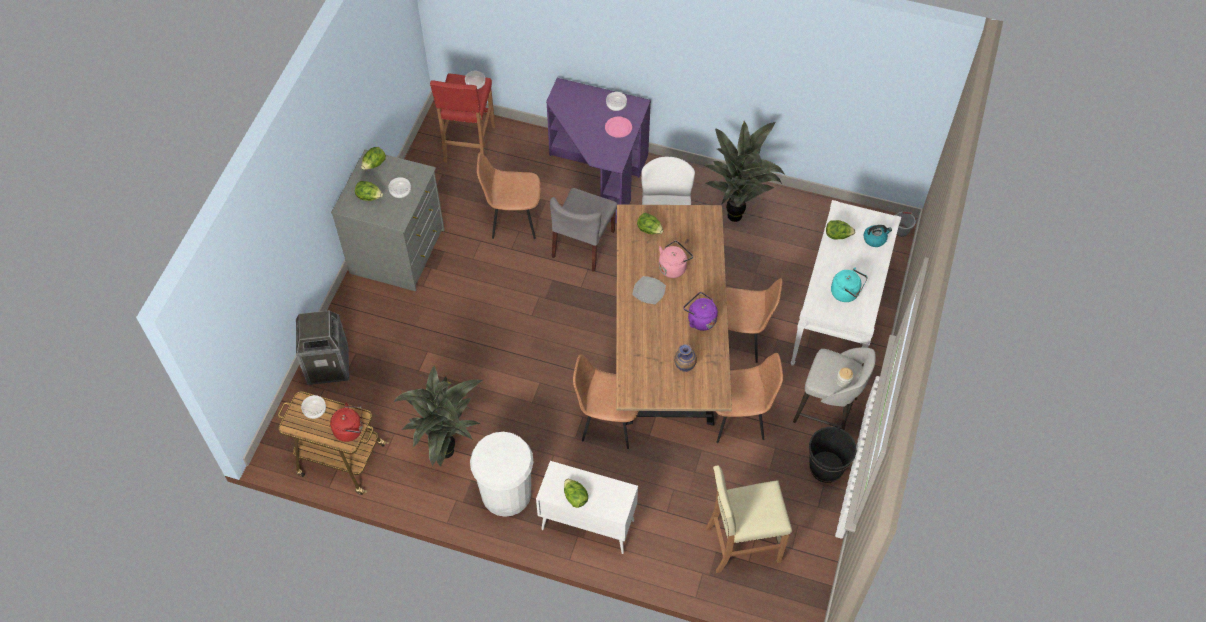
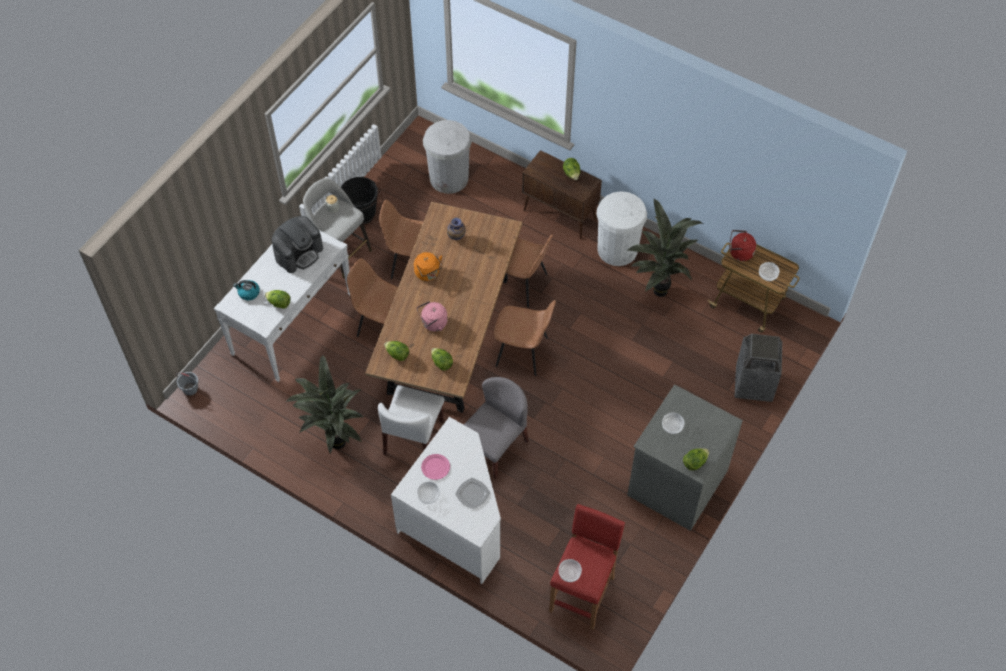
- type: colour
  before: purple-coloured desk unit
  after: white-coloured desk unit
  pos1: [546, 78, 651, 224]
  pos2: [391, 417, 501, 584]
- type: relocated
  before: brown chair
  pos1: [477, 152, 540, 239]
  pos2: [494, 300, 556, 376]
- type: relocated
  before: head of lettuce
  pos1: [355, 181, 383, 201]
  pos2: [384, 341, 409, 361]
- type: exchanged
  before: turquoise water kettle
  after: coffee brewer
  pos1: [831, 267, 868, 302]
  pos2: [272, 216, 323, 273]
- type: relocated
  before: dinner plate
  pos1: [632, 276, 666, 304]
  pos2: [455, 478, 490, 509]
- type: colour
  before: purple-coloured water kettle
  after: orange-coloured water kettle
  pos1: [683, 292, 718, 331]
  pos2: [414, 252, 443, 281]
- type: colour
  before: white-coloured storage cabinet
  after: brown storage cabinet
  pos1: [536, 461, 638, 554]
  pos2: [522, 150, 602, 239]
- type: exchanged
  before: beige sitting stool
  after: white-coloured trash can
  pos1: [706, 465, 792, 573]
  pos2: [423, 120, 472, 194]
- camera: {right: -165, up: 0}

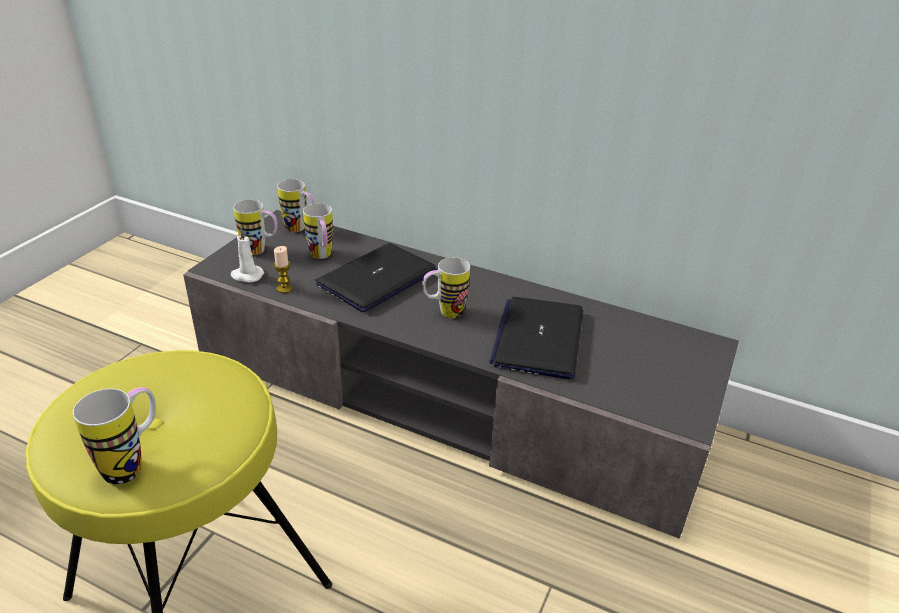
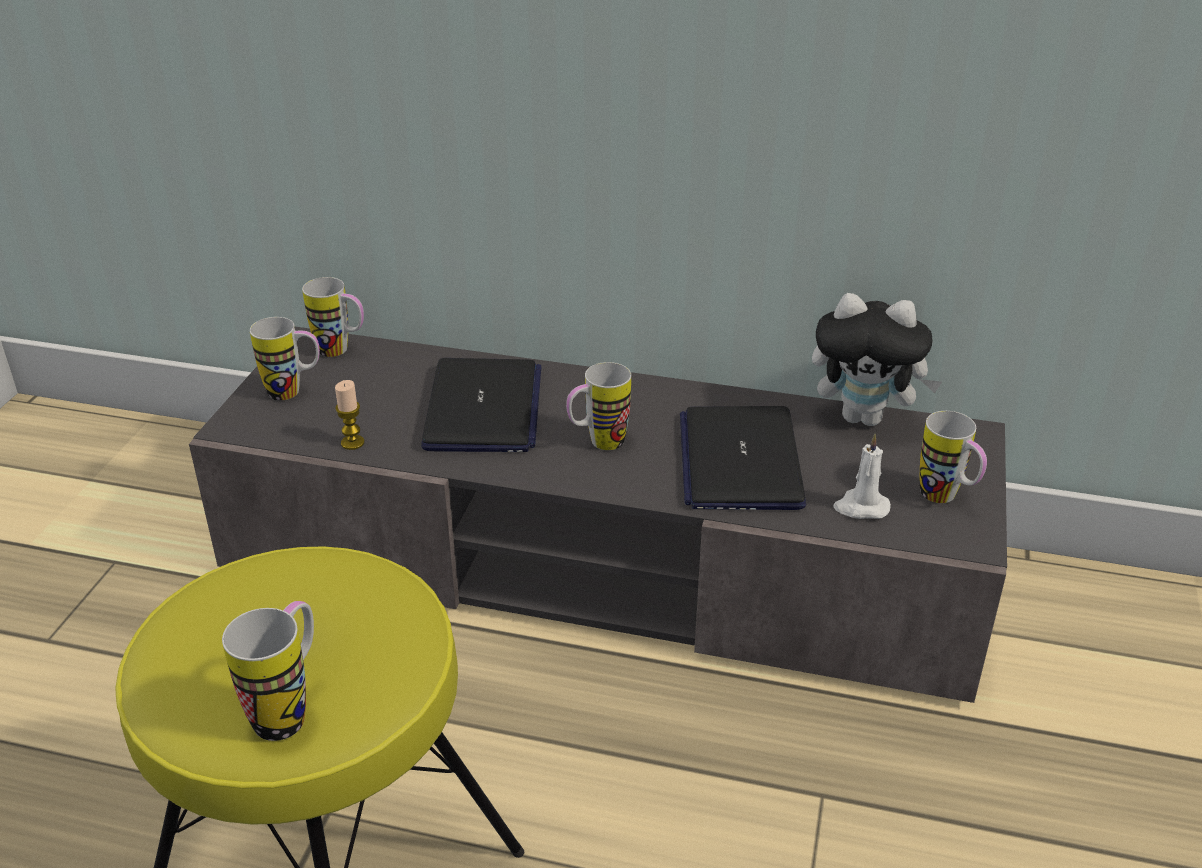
- type: relocated
  before: tea mug
  pos1: [303, 203, 333, 259]
  pos2: [920, 411, 987, 503]
- type: relocated
  before: white-coloured candle
  pos1: [231, 228, 264, 283]
  pos2: [833, 434, 891, 519]
- type: spun
  before: portable computer
  pos1: [315, 243, 437, 312]
  pos2: [421, 358, 541, 452]
  turn: 150
- type: appeared
  after: cuddly toy
  pos2: [812, 293, 942, 426]
- camera: {right: -10, up: 0}

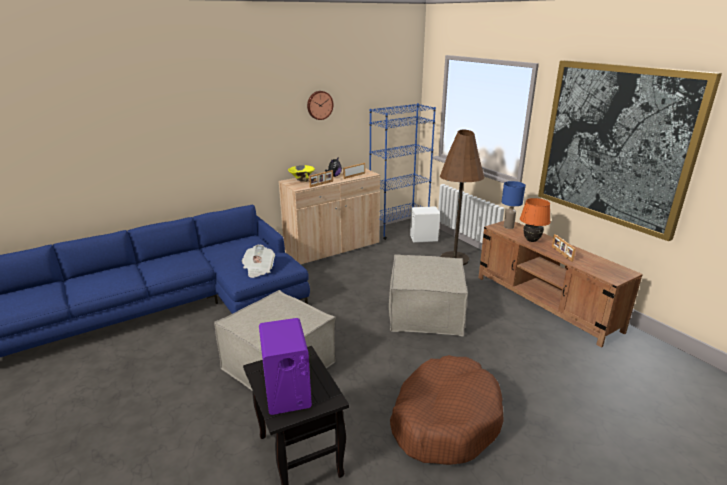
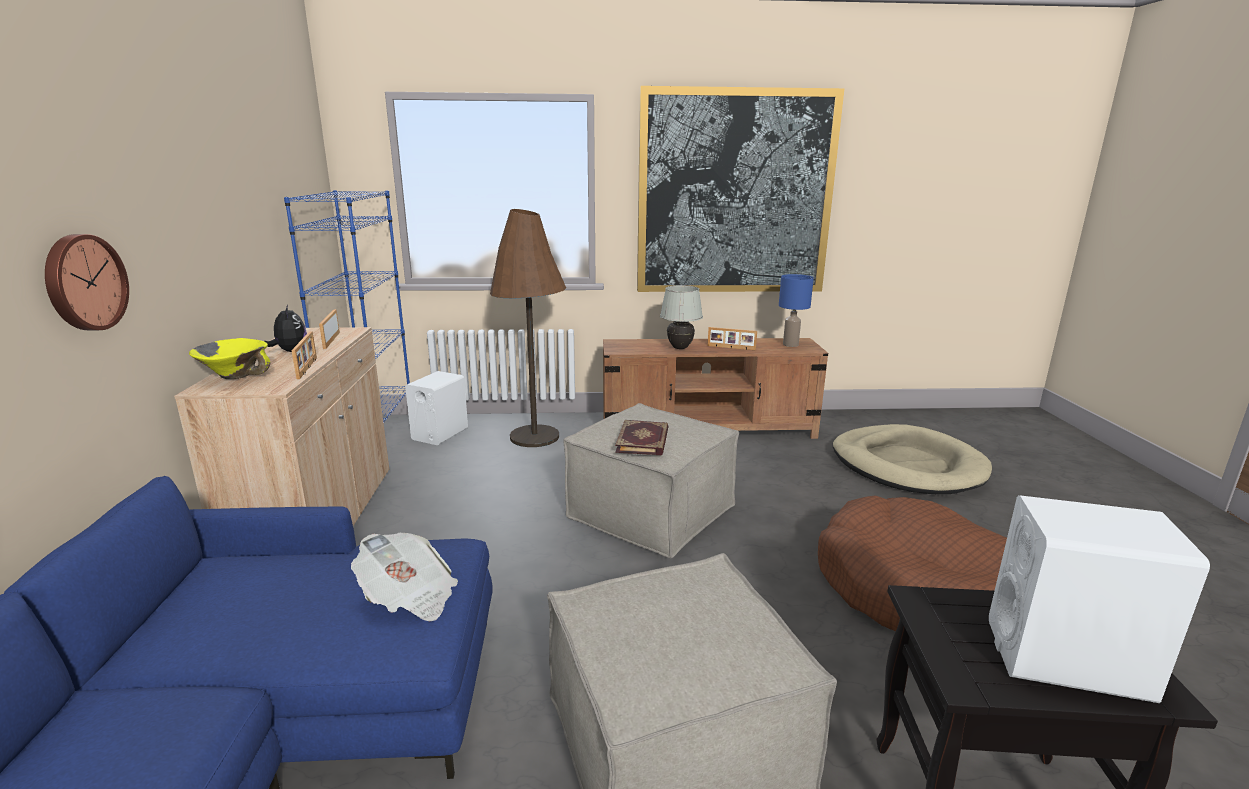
- type: relocated
  before: hanging clock
  pos1: [307, 91, 333, 120]
  pos2: [45, 234, 129, 330]
- type: relocated
  before: bluish tabletop lamp
  pos1: [502, 181, 525, 229]
  pos2: [779, 274, 814, 347]
- type: colour
  before: orange-coloured tabletop lamp
  after: white-coloured tabletop lamp
  pos1: [520, 198, 551, 242]
  pos2: [660, 285, 703, 349]
- type: colour
  before: purple-coloured loudspeaker
  after: white-coloured loudspeaker
  pos1: [259, 318, 312, 415]
  pos2: [989, 495, 1210, 703]
- type: appeared
  after: volume
  pos2: [615, 420, 669, 456]
- type: appeared
  after: beige pet bed
  pos2: [833, 424, 992, 494]
- camera: {right: -60, up: -5}

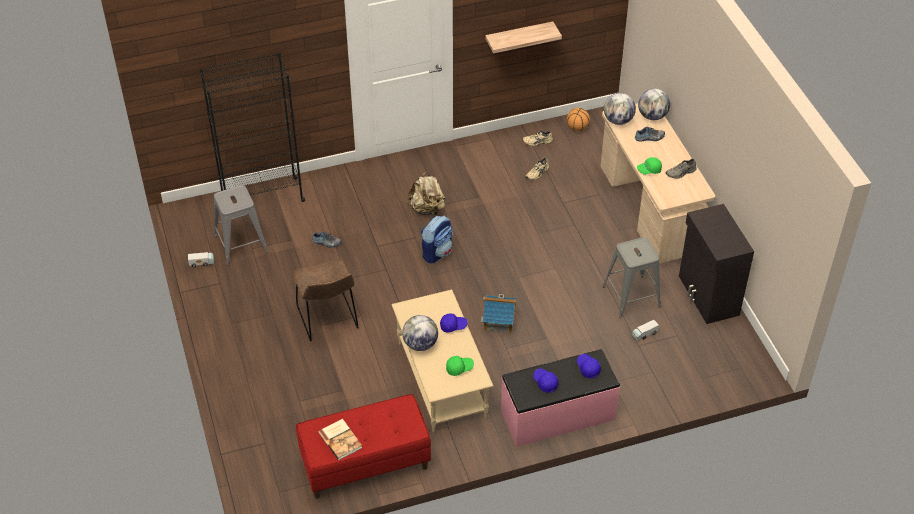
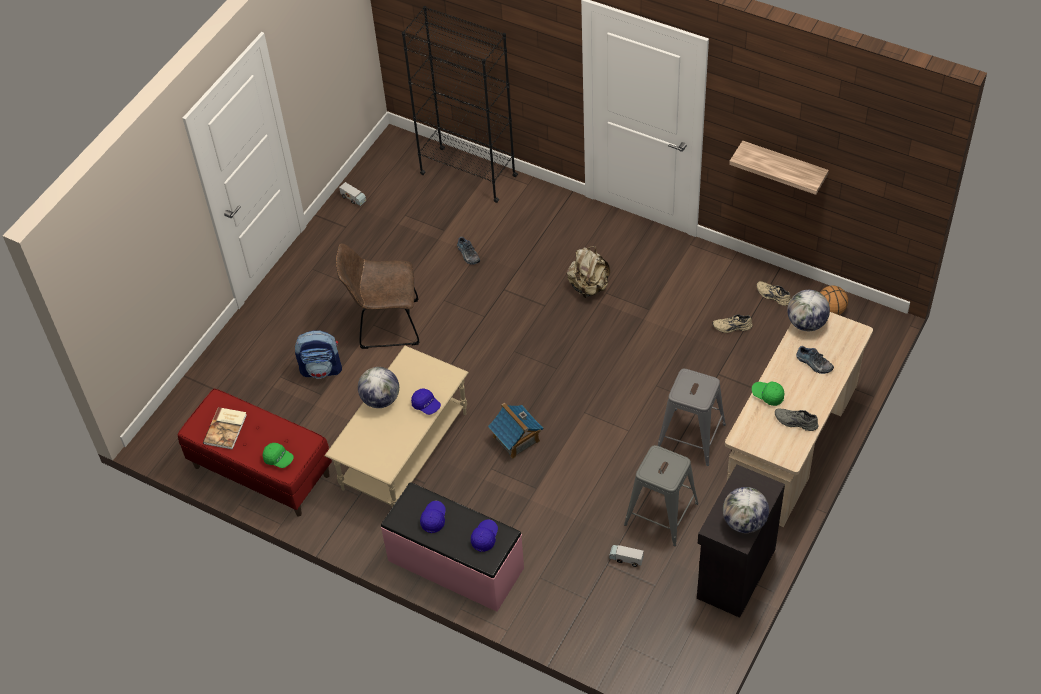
- type: relocated
  before: globe
  pos1: [638, 89, 670, 120]
  pos2: [723, 487, 769, 533]
- type: relocated
  before: gray sitting stool
  pos1: [214, 185, 268, 265]
  pos2: [658, 369, 726, 466]
- type: relocated
  before: backpack
  pos1: [421, 216, 453, 263]
  pos2: [295, 330, 342, 379]
- type: spun
  before: brown chair
  pos1: [292, 259, 359, 341]
  pos2: [336, 243, 420, 349]
  turn: 60
- type: relocated
  before: green-coloured cap
  pos1: [446, 356, 474, 376]
  pos2: [263, 443, 294, 468]
- camera: {right: 50, up: 5}

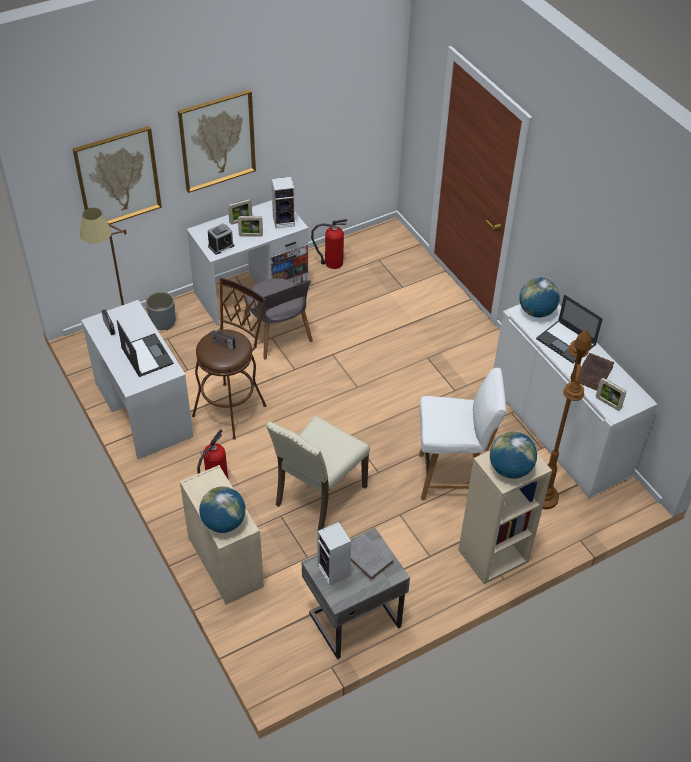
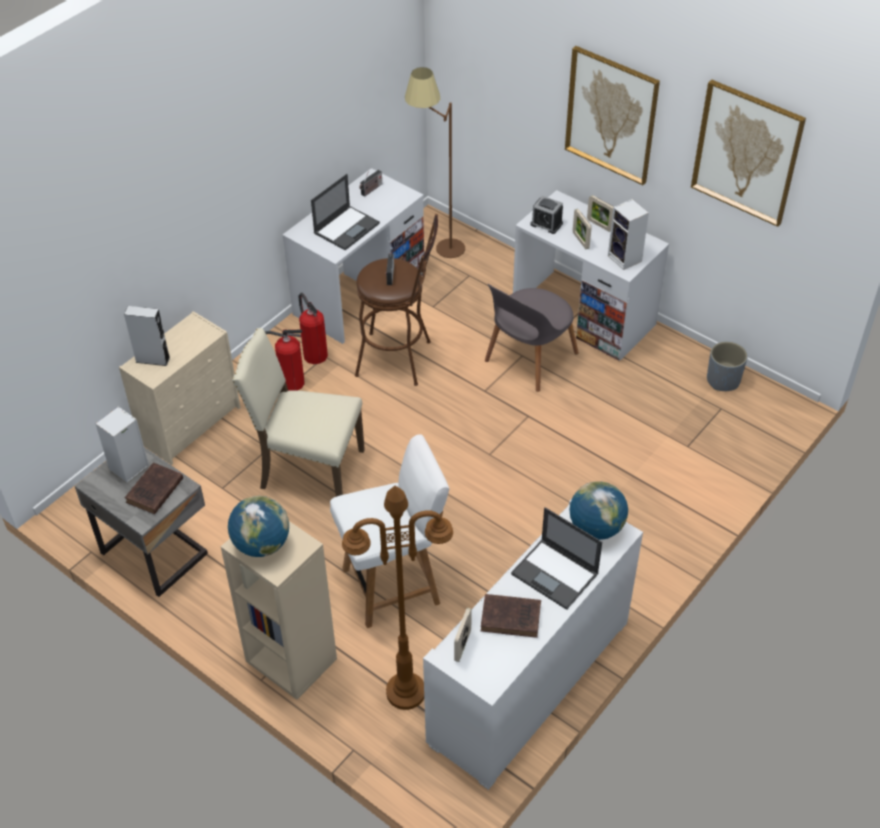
- type: relocated
  before: wall art
  pos1: [73, 126, 162, 224]
  pos2: [691, 79, 806, 227]
- type: relocated
  before: fire extinguisher
  pos1: [311, 219, 347, 269]
  pos2: [298, 292, 328, 364]
- type: relocated
  before: gray planter
  pos1: [146, 292, 176, 330]
  pos2: [707, 341, 748, 391]
- type: spun
  before: portable computer
  pos1: [536, 294, 603, 363]
  pos2: [511, 507, 602, 610]
  turn: -75
- type: spun
  before: white-coloured chair
  pos1: [419, 368, 506, 500]
  pos2: [330, 434, 449, 628]
  turn: -90
- type: exchanged
  before: globe
  after: gray loudspeaker
  pos1: [199, 486, 246, 533]
  pos2: [124, 306, 170, 366]
- type: colour
  before: gray volume
  after: brown volume
  pos1: [351, 533, 393, 581]
  pos2: [125, 463, 183, 514]
- camera: {right: 70, up: 0}

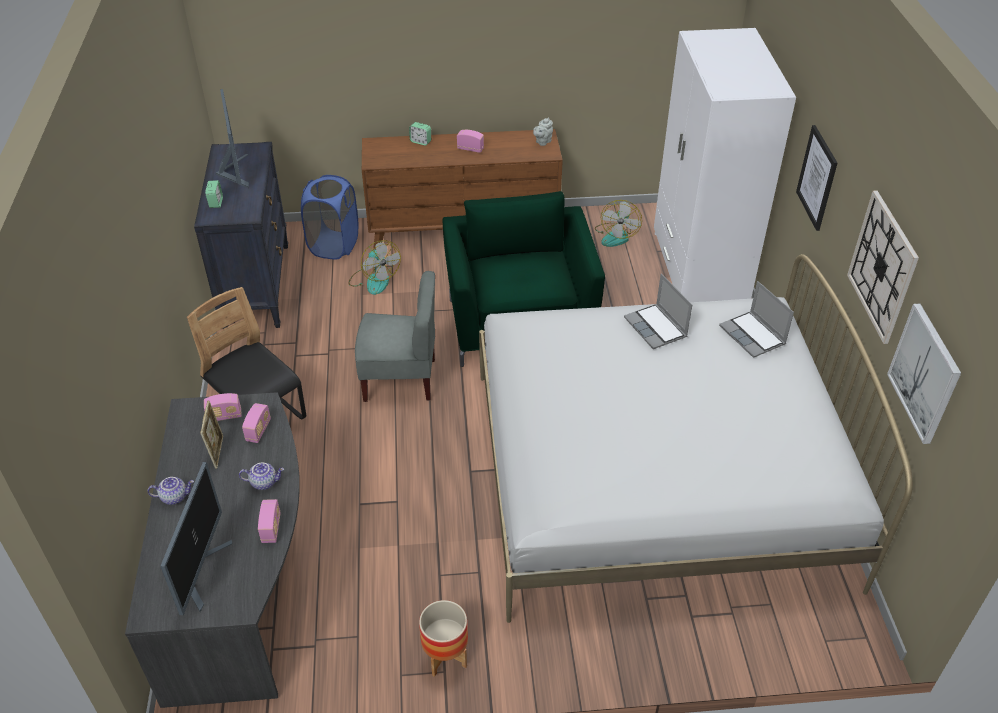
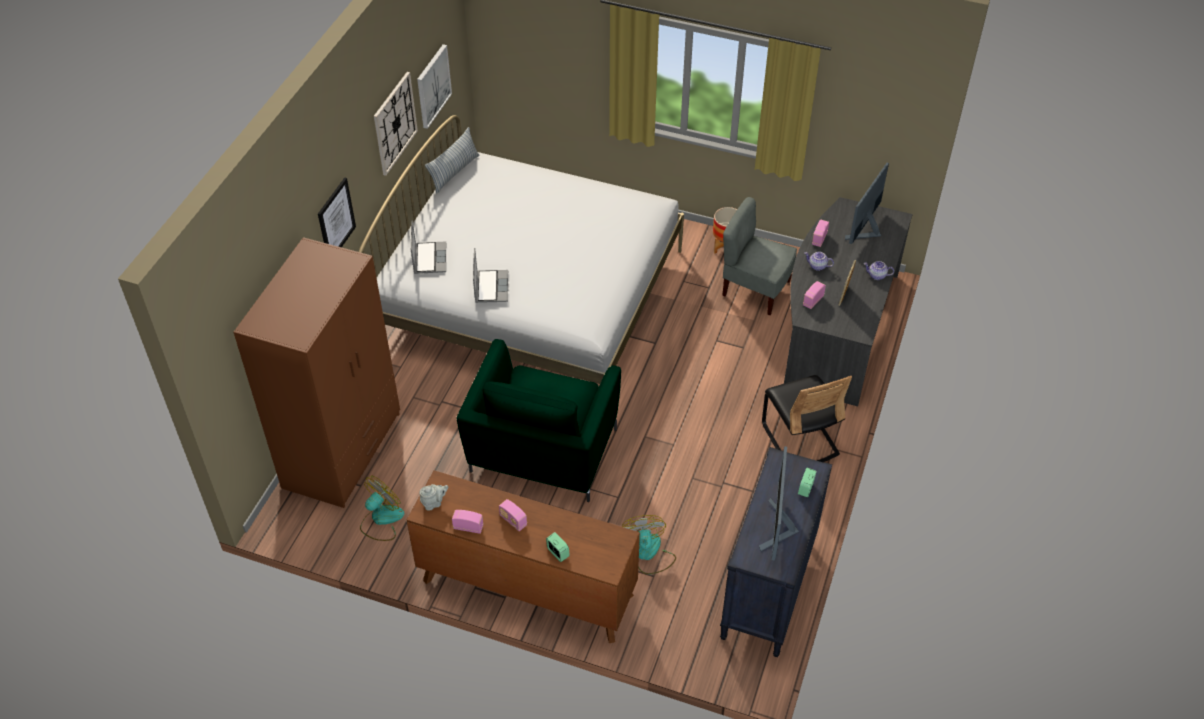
- type: colour
  before: white-coloured wardrobe
  after: brown wardrobe
  pos1: [654, 28, 796, 302]
  pos2: [233, 237, 400, 508]
- type: missing
  before: bluish hamper
  pos1: [301, 175, 358, 260]
- type: relocated
  before: gray chair
  pos1: [355, 271, 435, 402]
  pos2: [722, 197, 797, 315]
- type: relocated
  before: radio set
  pos1: [204, 393, 242, 421]
  pos2: [452, 510, 483, 534]
- type: appeared
  after: throw pillow
  pos2: [425, 127, 480, 193]
- camera: {right: -155, up: 5}

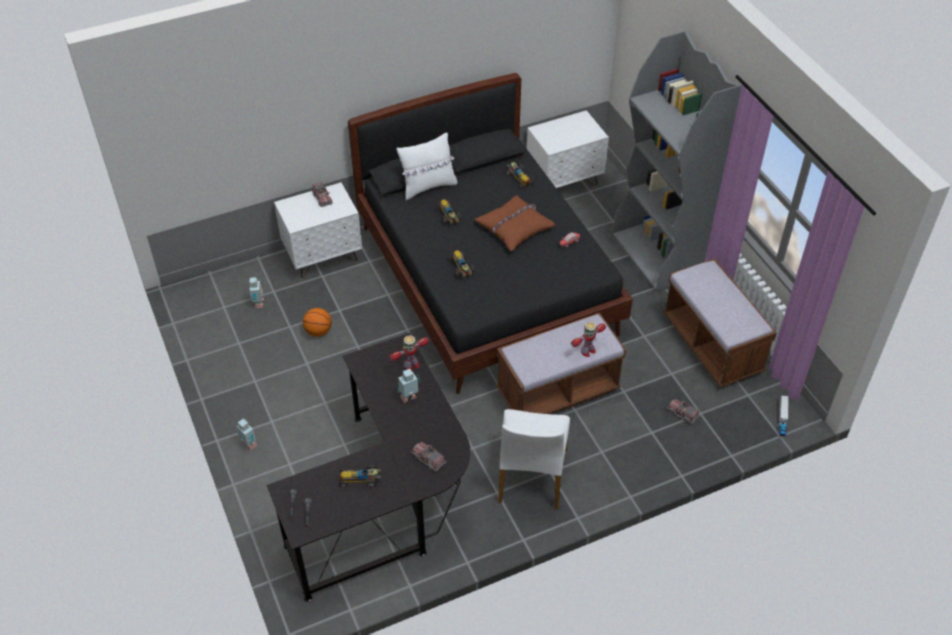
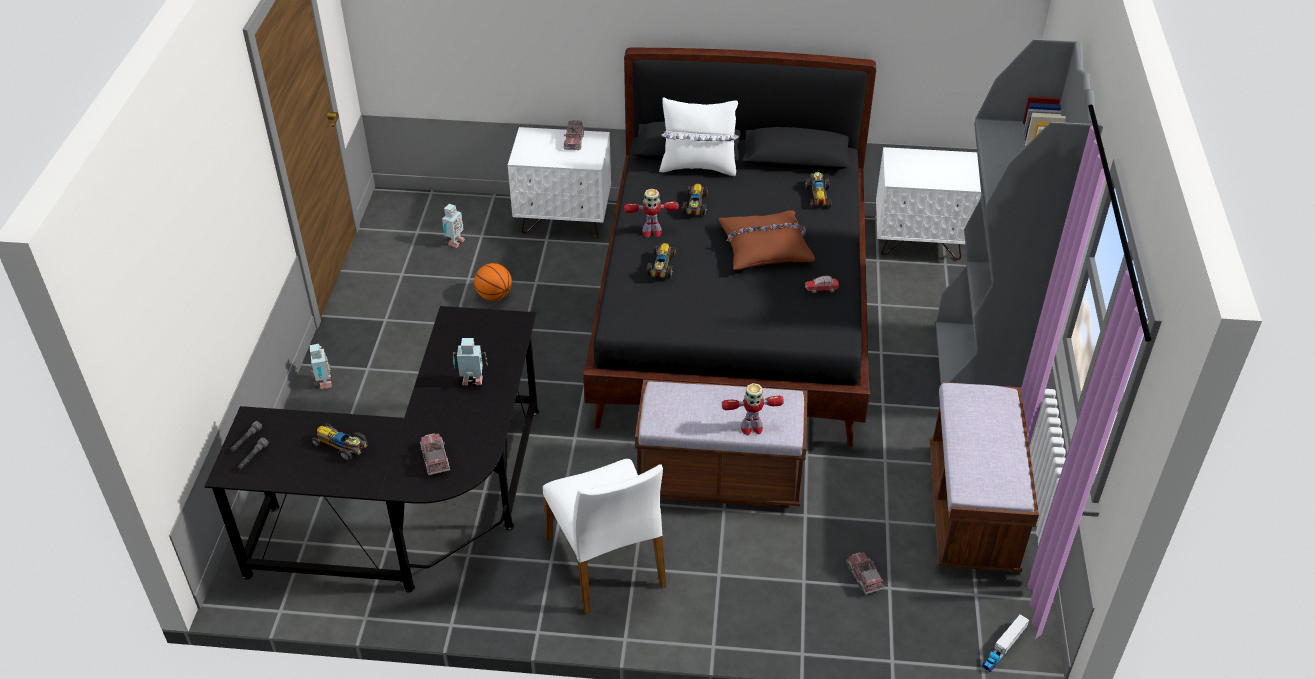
- type: relocated
  before: toy robot
  pos1: [389, 335, 429, 371]
  pos2: [624, 189, 679, 238]
- type: spun
  before: white-coloured chair
  pos1: [498, 409, 570, 509]
  pos2: [543, 459, 666, 614]
  turn: -60
- camera: {right: 30, up: -5}

